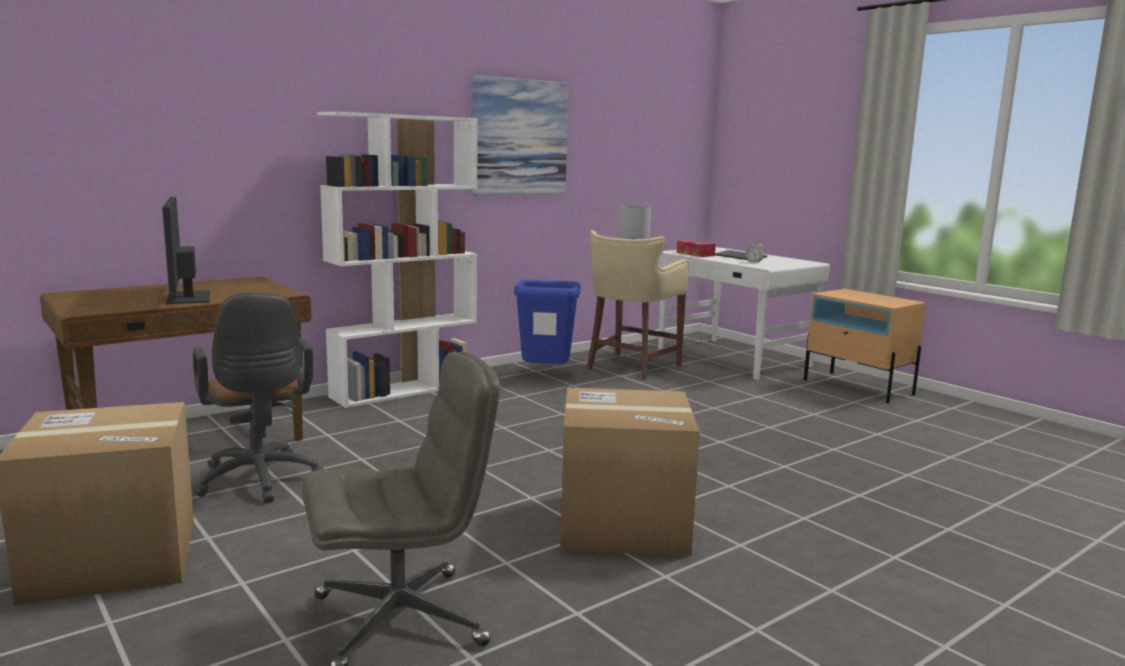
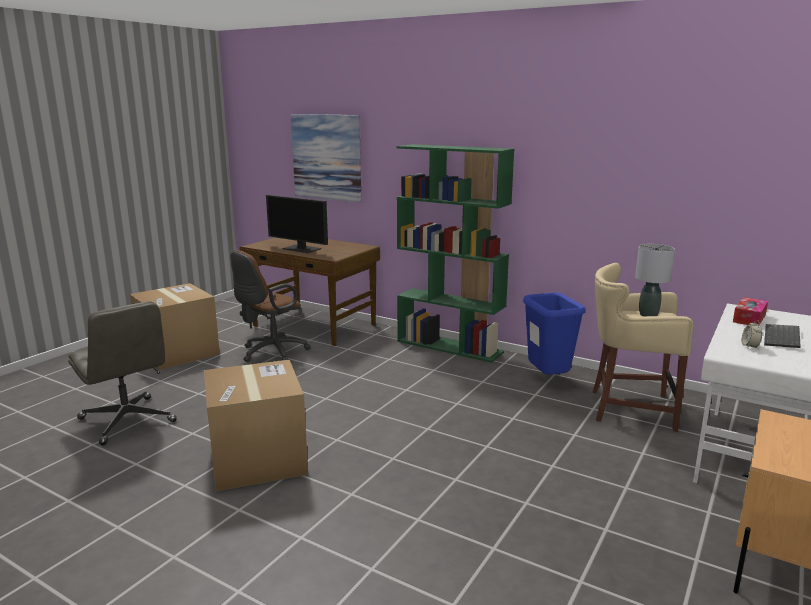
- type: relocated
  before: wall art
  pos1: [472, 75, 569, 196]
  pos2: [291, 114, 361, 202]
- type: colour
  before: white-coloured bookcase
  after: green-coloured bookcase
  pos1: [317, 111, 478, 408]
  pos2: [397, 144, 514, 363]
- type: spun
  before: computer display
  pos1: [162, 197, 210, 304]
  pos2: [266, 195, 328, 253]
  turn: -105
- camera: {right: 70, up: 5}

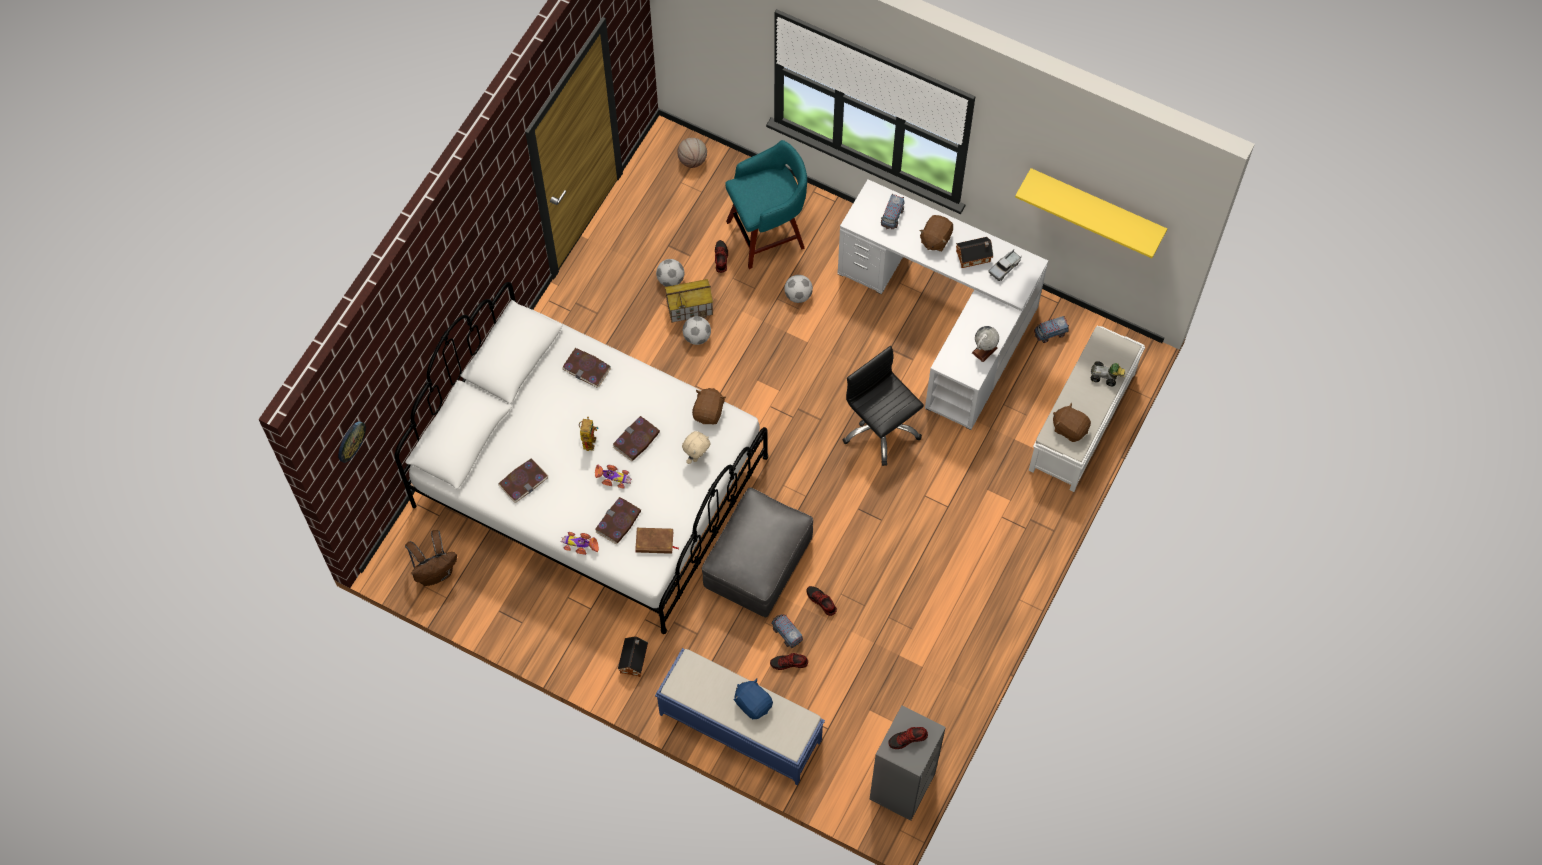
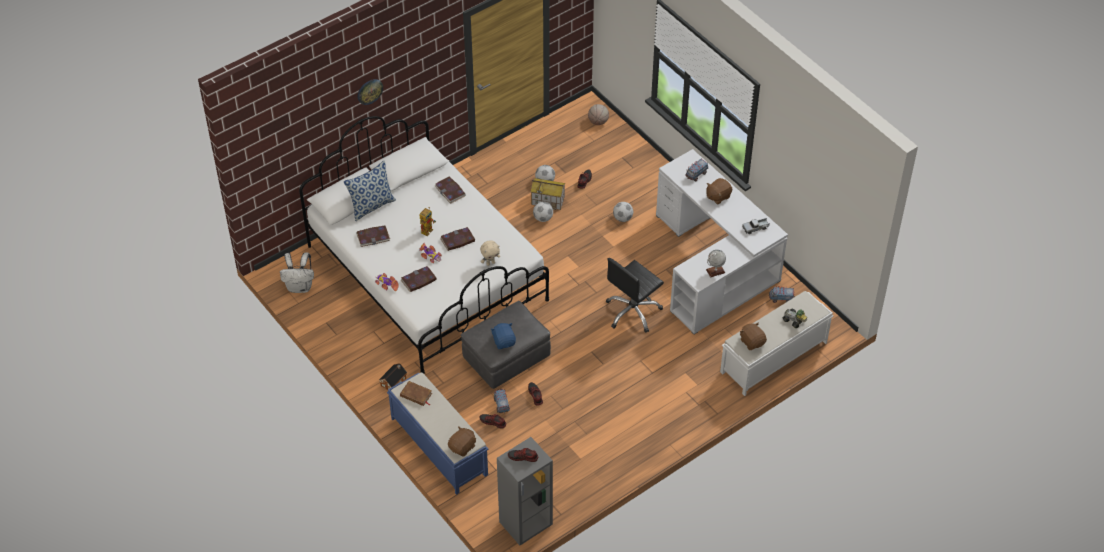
- type: missing
  before: turquoise sitting stool
  pos1: [726, 140, 807, 269]
- type: missing
  before: yellowish shelf
  pos1: [1015, 168, 1167, 258]
- type: missing
  before: model house
  pos1: [956, 237, 993, 268]
- type: spun
  before: black computer chair
  pos1: [843, 346, 924, 466]
  pos2: [606, 258, 664, 333]
  turn: -120
- type: relocated
  before: brown cuddly toy
  pos1: [692, 388, 726, 425]
  pos2: [448, 426, 476, 457]
- type: relocated
  before: hanging clock
  pos1: [338, 421, 366, 463]
  pos2: [358, 79, 383, 105]
- type: relocated
  before: brown volume
  pos1: [635, 528, 679, 554]
  pos2: [400, 381, 432, 406]
- type: colour
  before: brown backpack
  after: white-coloured backpack
  pos1: [405, 530, 457, 586]
  pos2: [280, 252, 314, 293]
- type: relocated
  before: bluish cuddly toy
  pos1: [734, 678, 773, 719]
  pos2: [491, 323, 516, 349]
- type: appeared
  after: throw pillow
  pos2: [343, 160, 396, 221]
- camera: {right: 25, up: -15}

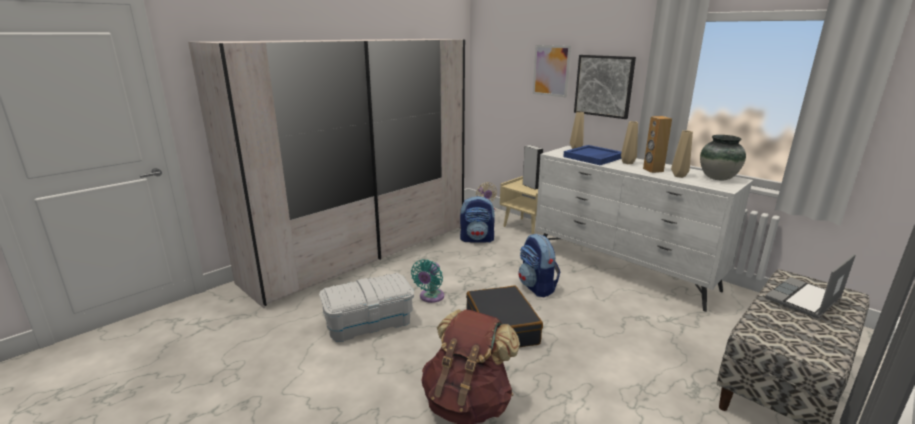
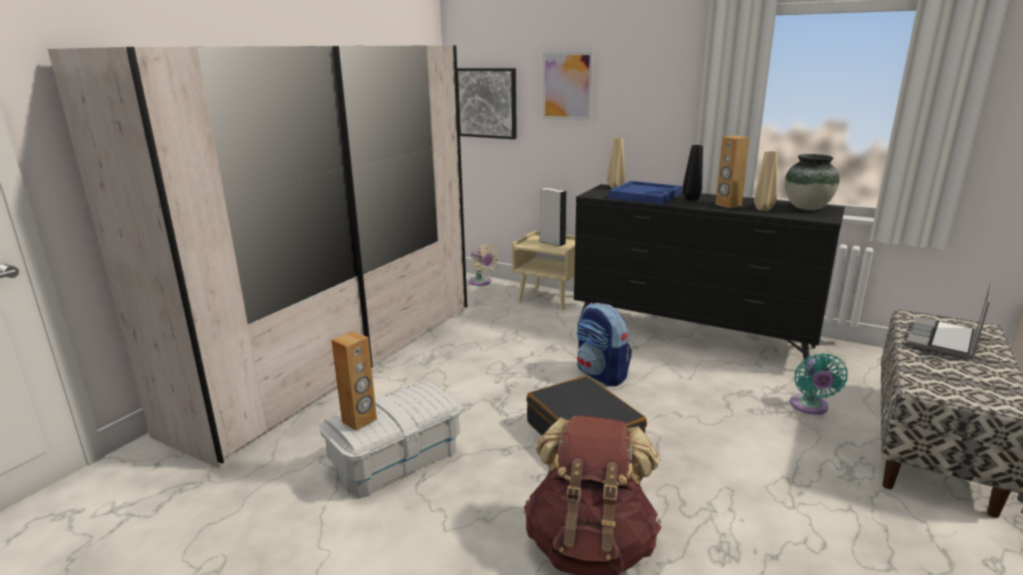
- type: relocated
  before: wall art
  pos1: [574, 55, 636, 119]
  pos2: [457, 68, 517, 139]
- type: colour
  before: beige flower vase
  after: black flower vase
  pos1: [621, 121, 638, 164]
  pos2: [682, 145, 703, 201]
- type: colour
  before: white-coloured dresser
  after: black dresser
  pos1: [535, 146, 753, 312]
  pos2: [574, 184, 845, 374]
- type: missing
  before: backpack
  pos1: [460, 196, 495, 243]
- type: relocated
  before: turquoise fan
  pos1: [411, 259, 444, 303]
  pos2: [790, 353, 848, 415]
- type: appeared
  after: brown loudspeaker
  pos2: [331, 331, 377, 431]
- camera: {right: -15, up: 0}

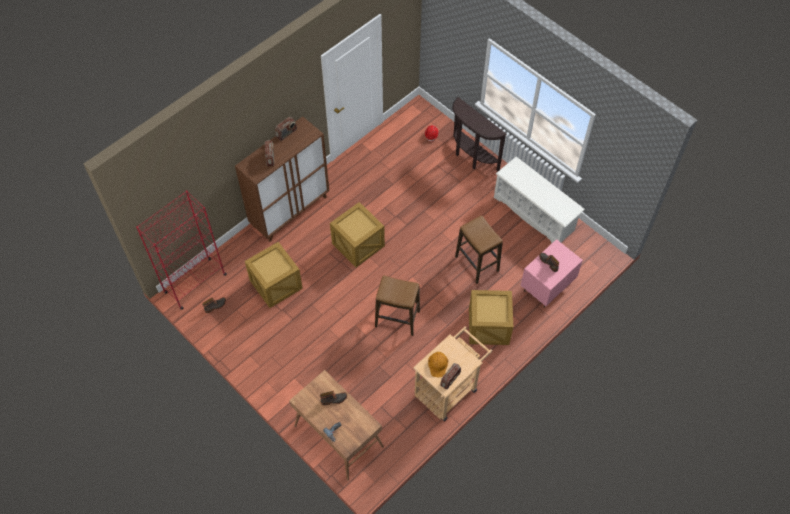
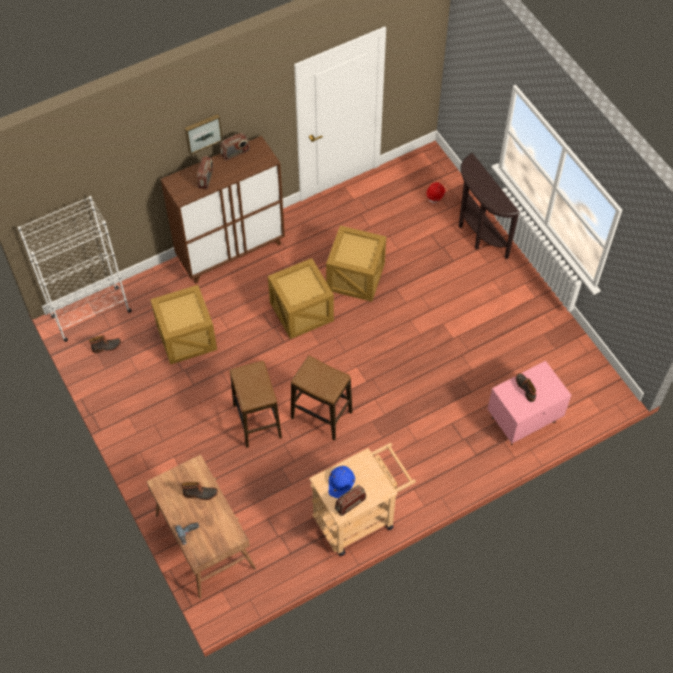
- type: missing
  before: white-coloured shoe shelf
  pos1: [494, 157, 585, 243]
- type: colour
  before: red bookcase
  after: white-coloured bookcase
  pos1: [136, 190, 227, 310]
  pos2: [18, 196, 132, 342]
- type: relocated
  before: sitting stool
  pos1: [455, 215, 503, 284]
  pos2: [230, 361, 282, 448]
- type: relocated
  before: shipping crate
  pos1: [469, 290, 513, 345]
  pos2: [326, 226, 386, 302]
- type: colour
  before: orange-coloured hard hat
  after: bluish hard hat
  pos1: [428, 352, 448, 377]
  pos2: [329, 466, 355, 498]
- type: appeared
  after: wall art
  pos2: [185, 114, 223, 155]
- camera: {right: 15, up: 0}

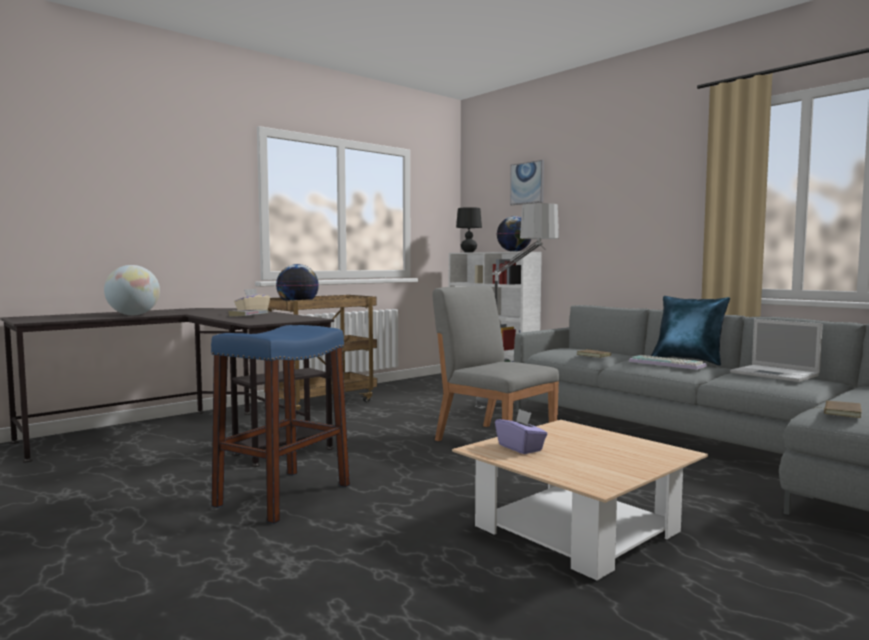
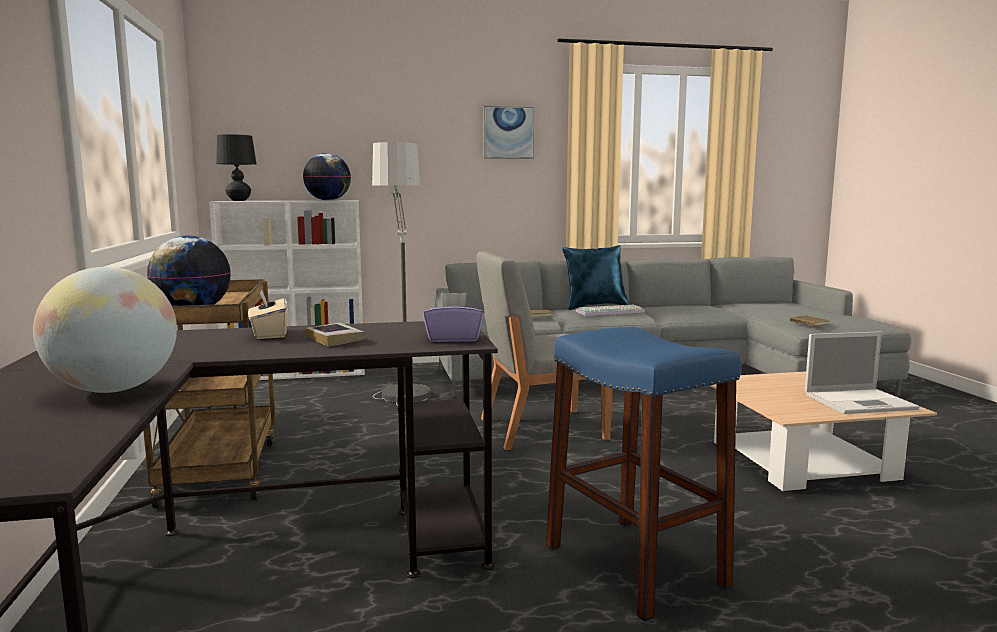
- type: relocated
  before: wall art
  pos1: [510, 160, 544, 205]
  pos2: [483, 106, 534, 159]
- type: relocated
  before: portable computer
  pos1: [730, 319, 823, 382]
  pos2: [805, 331, 920, 414]
- type: relocated
  before: purple-coloured tissue holder
  pos1: [495, 409, 548, 454]
  pos2: [423, 293, 484, 342]
- camera: {right: -60, up: 5}

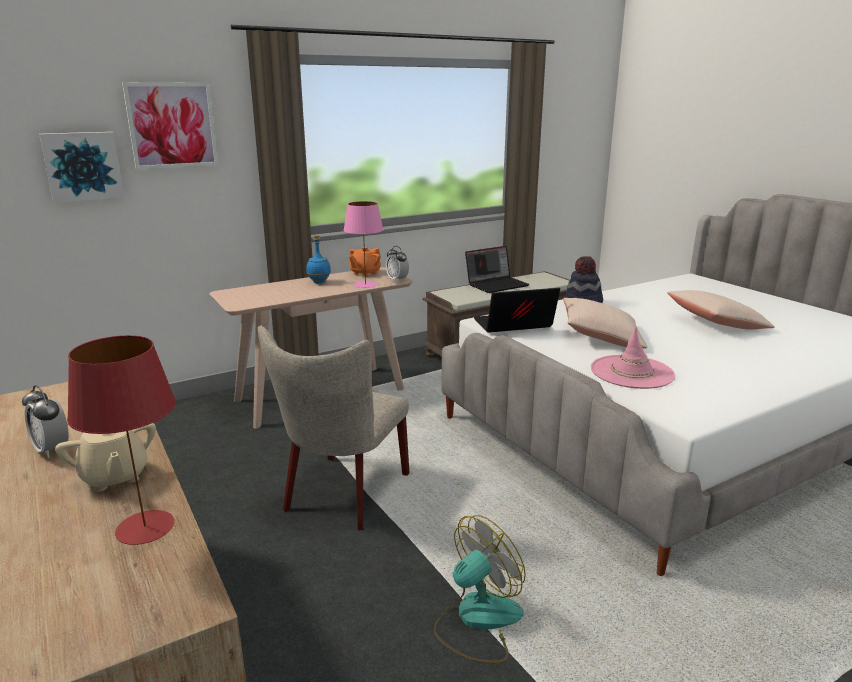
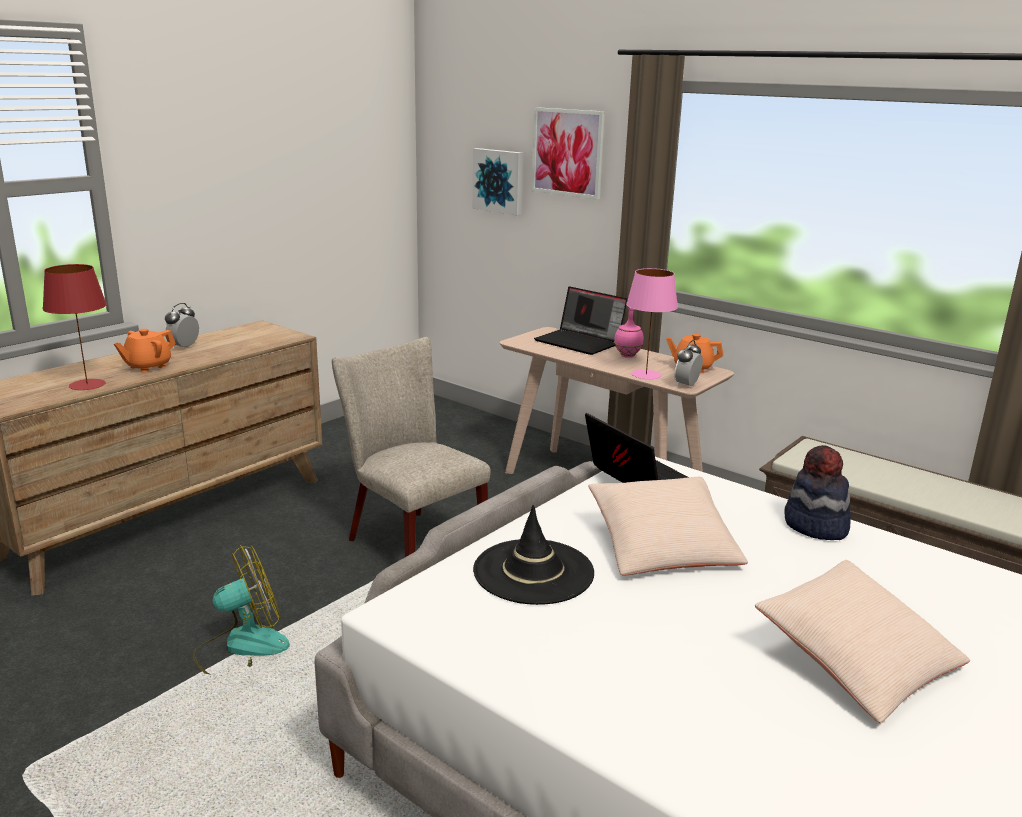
- type: colour
  before: bluish beverage bottle
  after: pink beverage bottle
  pos1: [306, 235, 331, 284]
  pos2: [614, 307, 644, 358]
- type: relocated
  before: portable computer
  pos1: [465, 246, 530, 293]
  pos2: [534, 286, 627, 355]
- type: spun
  before: beige chair
  pos1: [258, 325, 409, 531]
  pos2: [332, 337, 491, 557]
  turn: 45
- type: colour
  before: pink clothing hat
  after: black clothing hat
  pos1: [591, 326, 675, 389]
  pos2: [473, 505, 594, 605]
- type: colour
  before: beige pot for tea
  after: orange-coloured pot for tea
  pos1: [55, 423, 156, 492]
  pos2: [114, 329, 176, 373]
- type: spun
  before: fan
  pos1: [434, 515, 526, 663]
  pos2: [193, 545, 290, 674]
  turn: -60
- camera: {right: 70, up: 0}

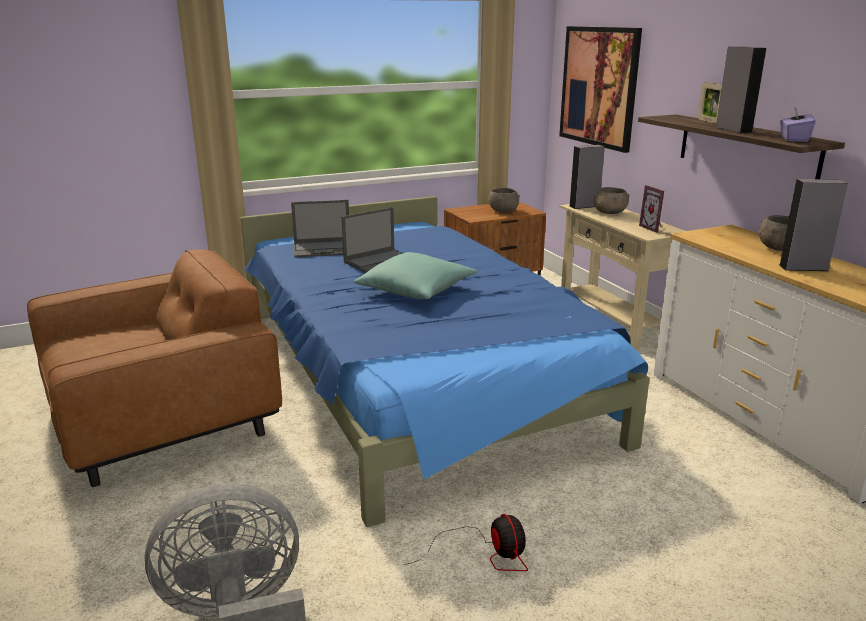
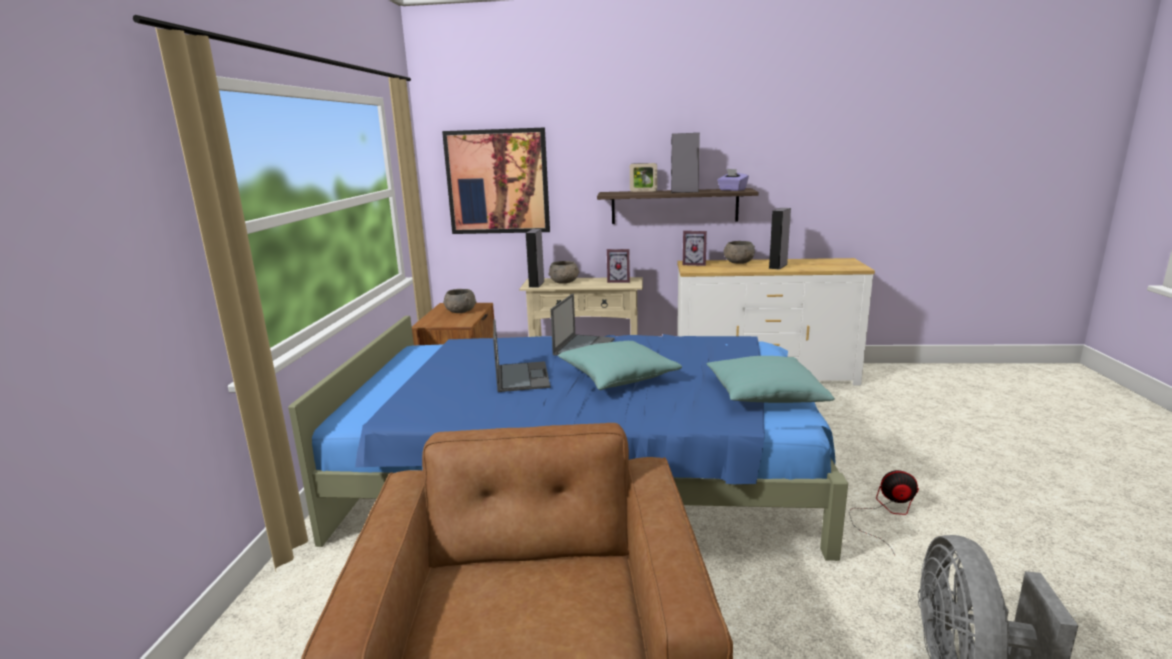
- type: relocated
  before: portable computer
  pos1: [291, 200, 349, 257]
  pos2: [550, 294, 615, 356]
- type: appeared
  after: standing frame
  pos2: [683, 231, 707, 266]
- type: appeared
  after: turquoise throw pillow
  pos2: [707, 356, 835, 403]
- camera: {right: -60, up: -5}

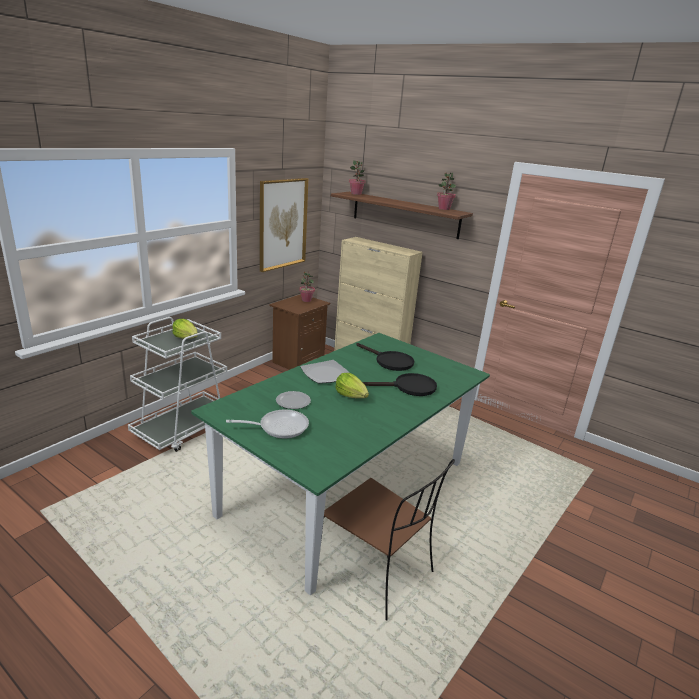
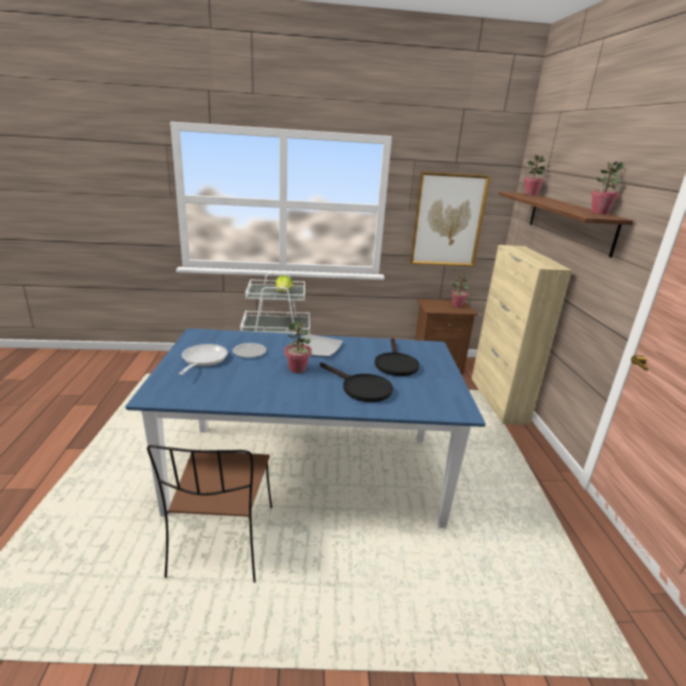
- type: colour
  before: green-coloured dinner table
  after: bluish dinner table
  pos1: [191, 333, 490, 595]
  pos2: [125, 328, 486, 528]
- type: exchanged
  before: head of lettuce
  after: houseplant
  pos1: [335, 373, 369, 398]
  pos2: [284, 321, 312, 373]
- type: spun
  before: pan
  pos1: [226, 410, 309, 439]
  pos2: [179, 344, 228, 375]
  turn: -120
- camera: {right: 50, up: 0}

